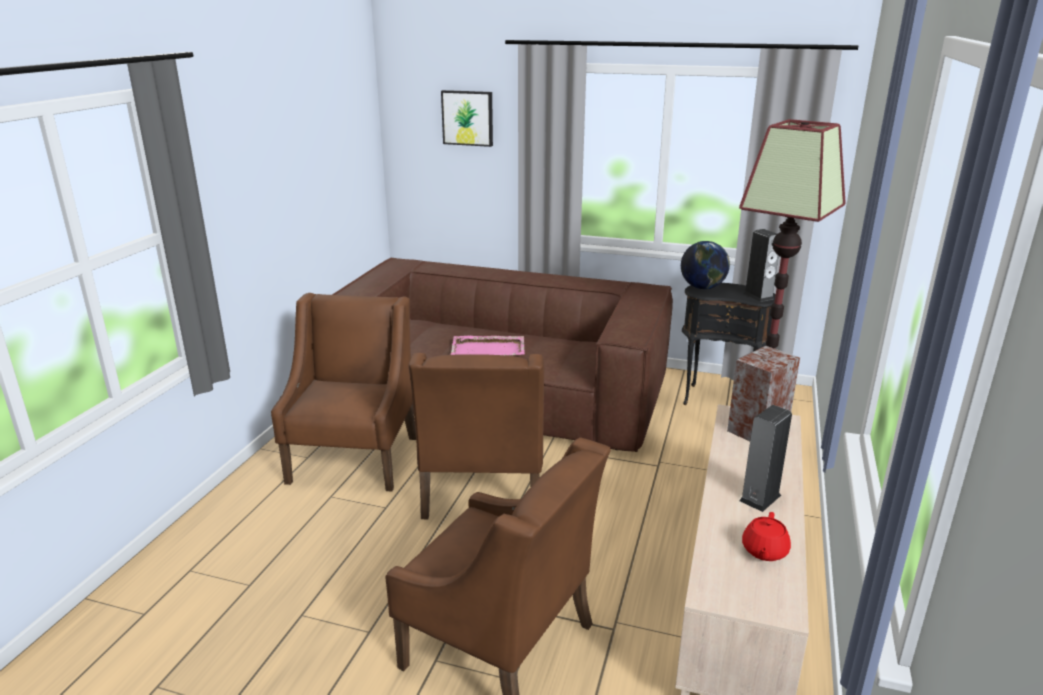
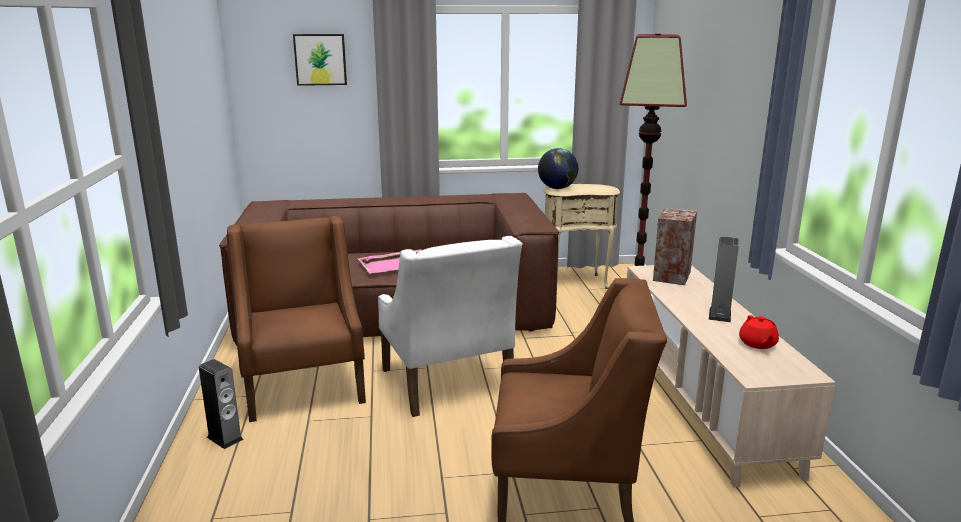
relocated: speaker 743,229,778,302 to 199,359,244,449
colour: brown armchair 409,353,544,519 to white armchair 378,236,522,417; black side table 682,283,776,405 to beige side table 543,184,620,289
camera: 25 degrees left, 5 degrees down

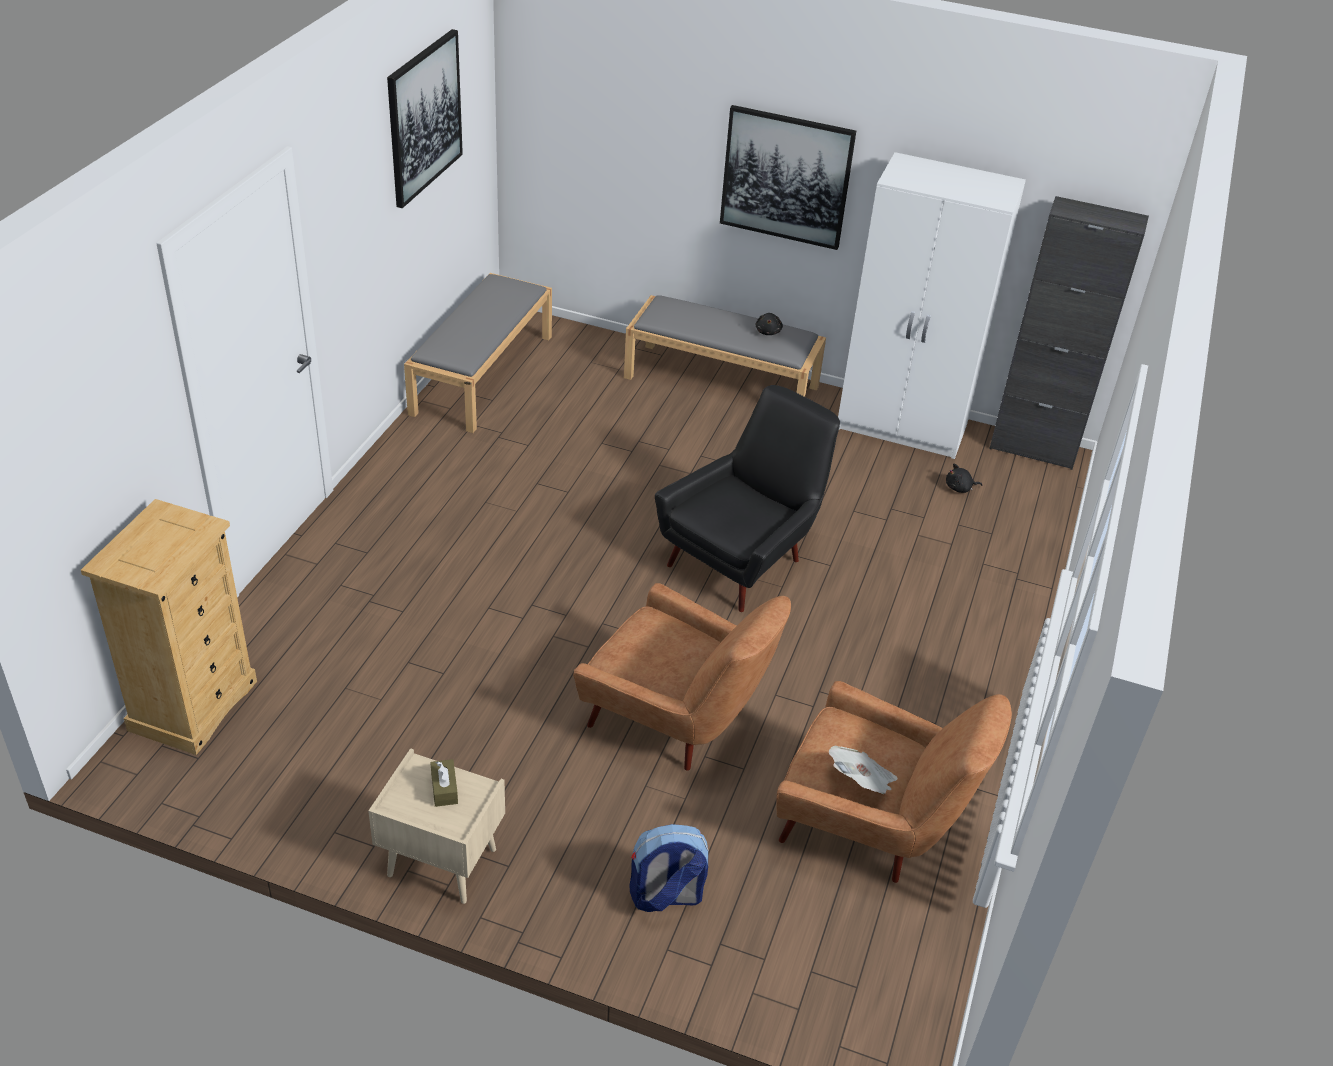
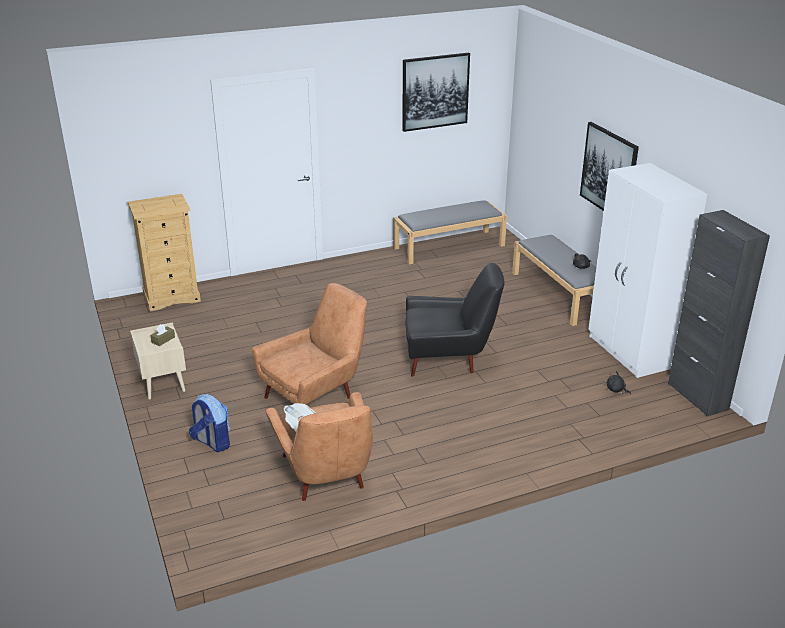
spun: brown armchair 573,583,791,771 = 252,283,367,405 120 degrees counterclockwise
camera: 50 degrees right, 10 degrees down

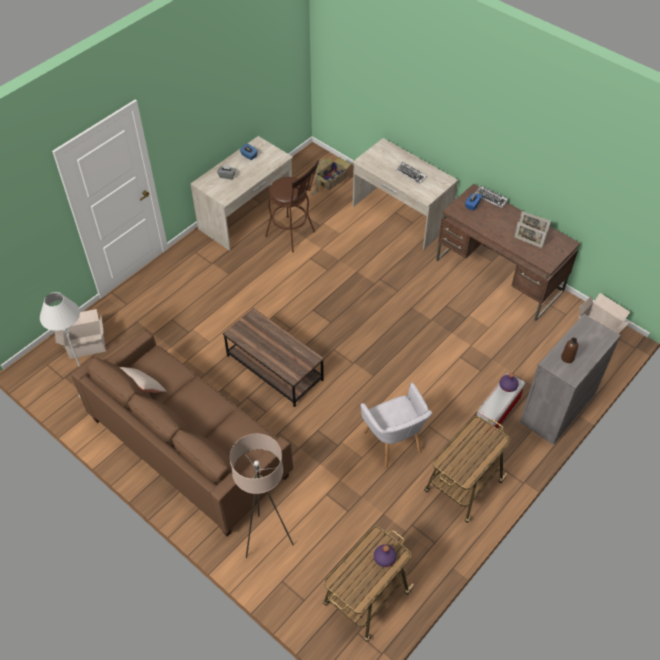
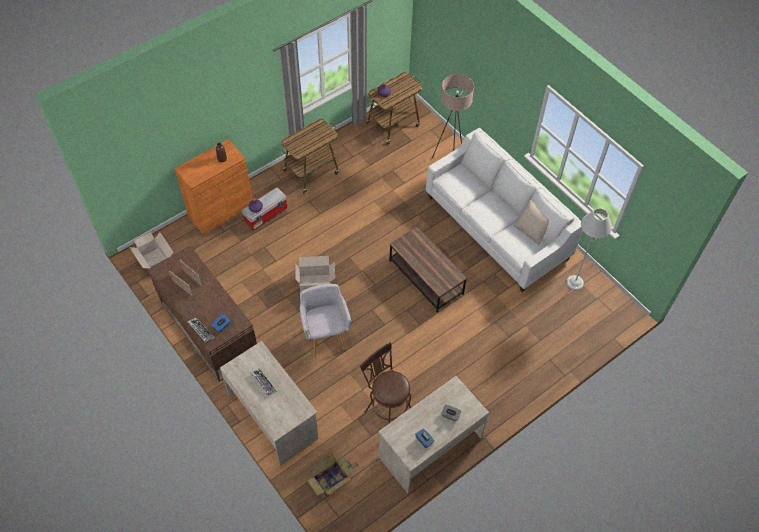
relocated: cardboard box 55,309,106,359 to 295,256,335,293; grey armchair 360,383,432,468 to 300,284,351,357
colour: brown sofa 71,330,293,537 to white sofa 426,128,583,292; grey cabinet 520,314,621,445 to orange cabinet 174,139,252,235
camera: 170 degrees left, 5 degrees up

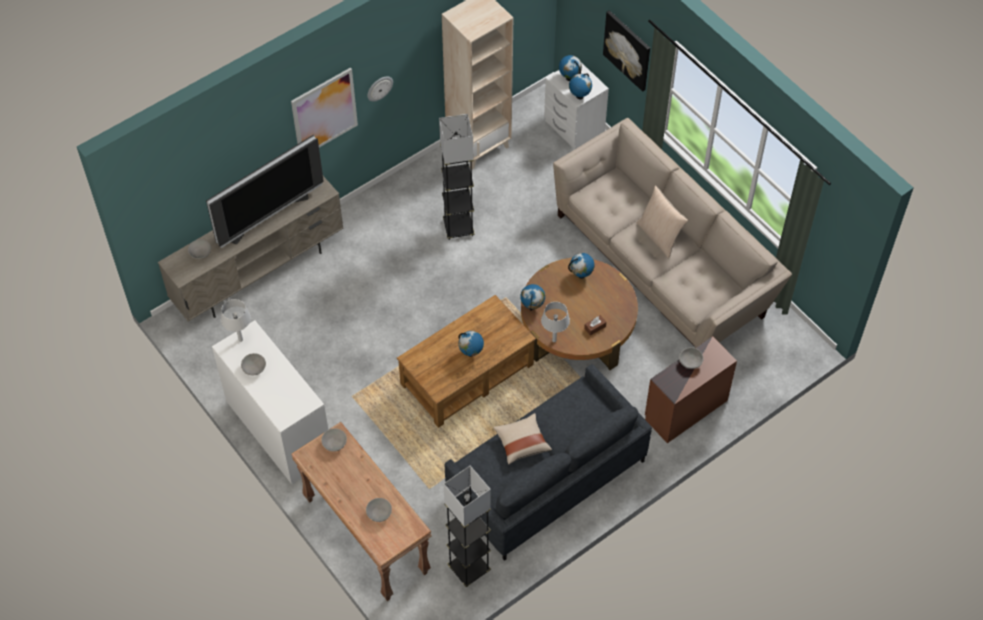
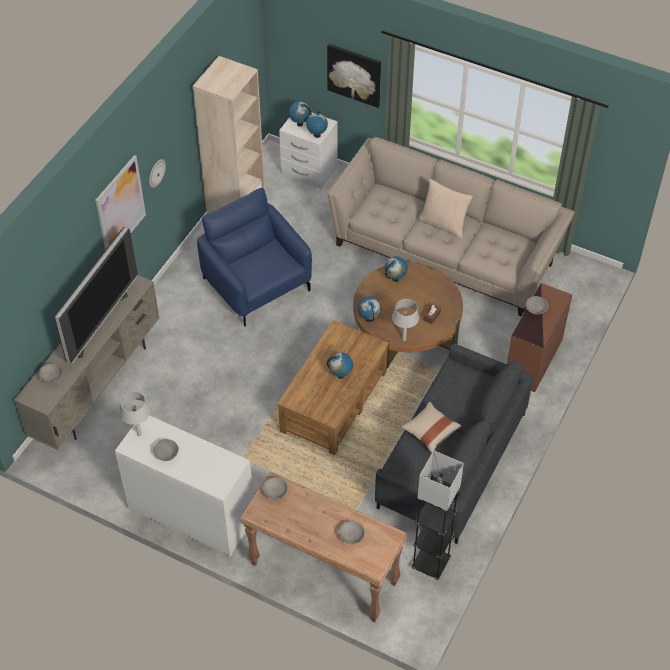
exchanged: grey floor lamp 439,114,475,240 to blue armchair 197,188,312,326
camera: 25 degrees left, 5 degrees down

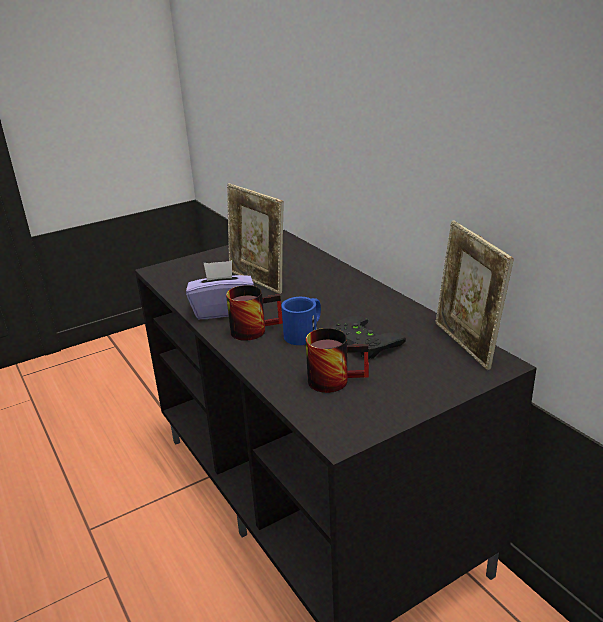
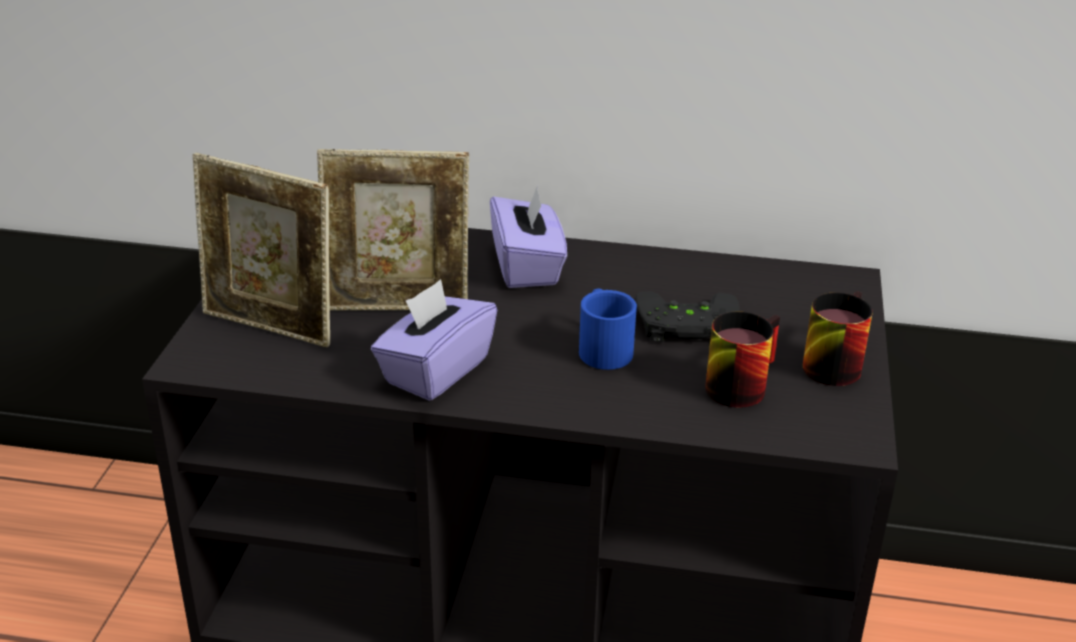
appeared: purple tissue box 490,185,567,288
relocated: mug 226,285,283,341 to 803,291,873,386; picture frame 435,221,514,370 to 193,153,330,348
camera: 50 degrees left, 5 degrees up

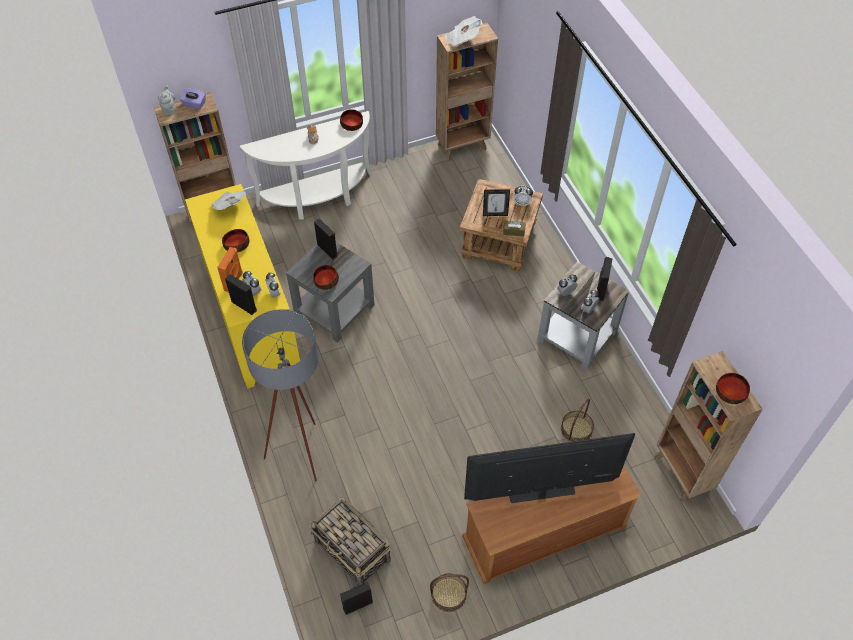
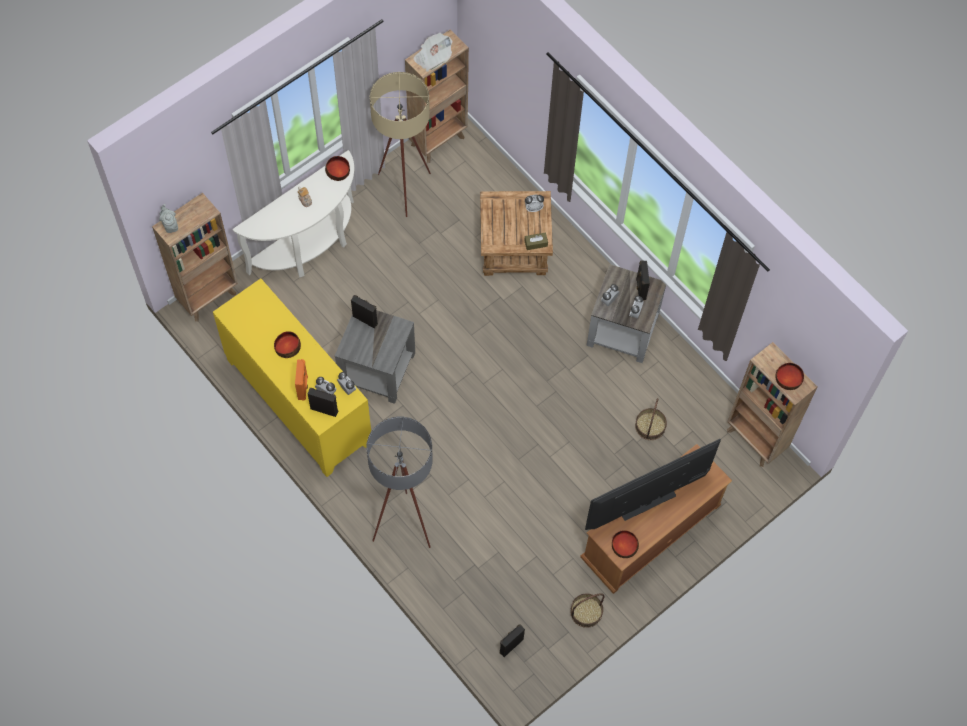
missing: purple tissue box 180,89,206,109; newspaper 211,191,246,210; basket 309,498,391,586; picture frame 483,189,510,216
appeared: beige floor lamp 370,72,431,217
relocated: bowl 313,265,339,290 to 612,530,639,558
camera: 20 degrees left, 10 degrees up

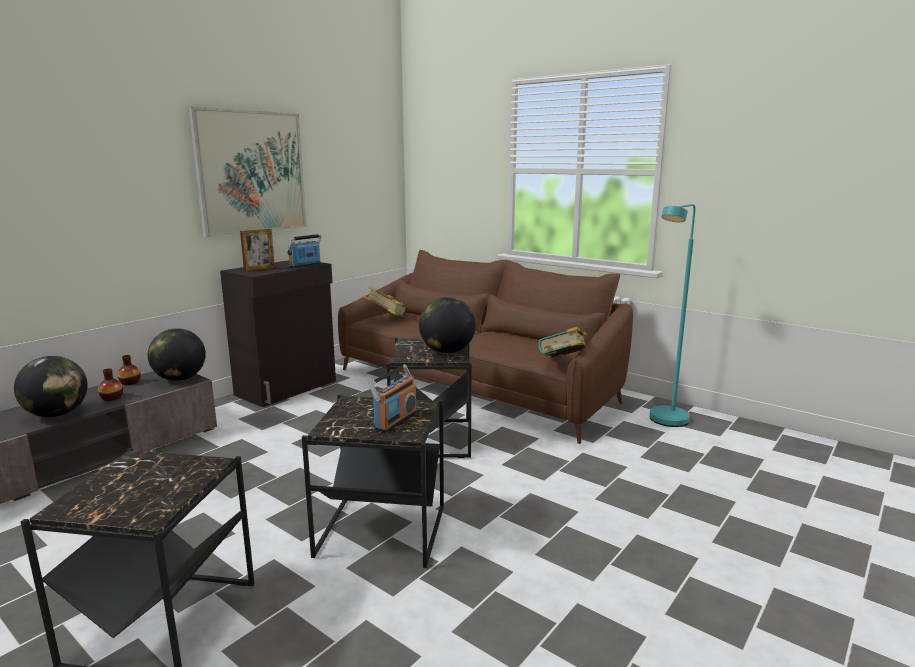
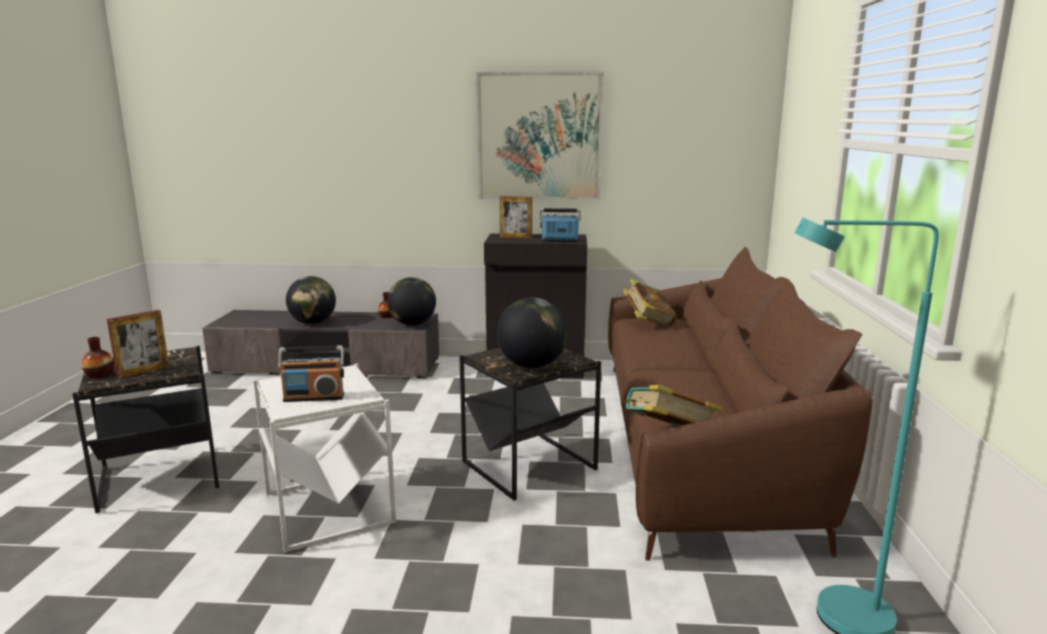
appeared: picture frame 107,310,169,379
relocated: vase 98,368,123,401 to 82,337,114,378
colour: black side table 302,394,444,568 to white side table 253,363,396,552
camera: 55 degrees right, 0 degrees up

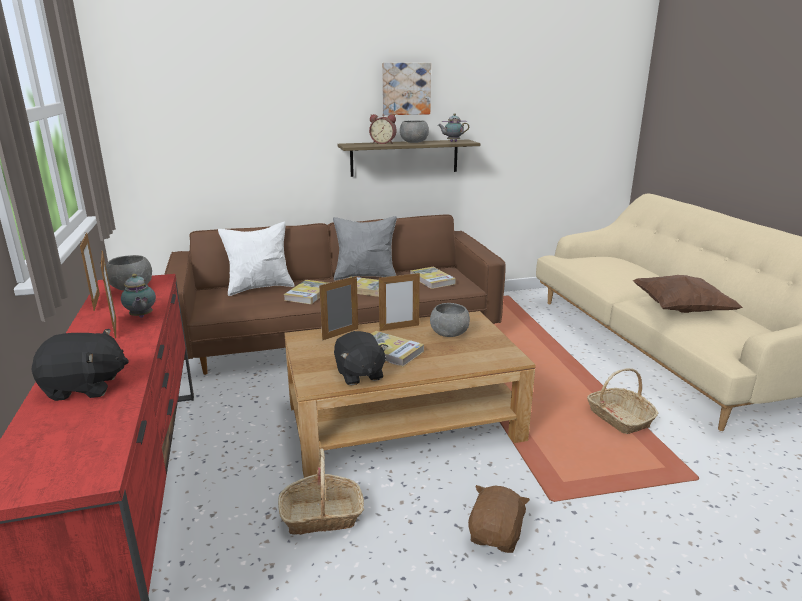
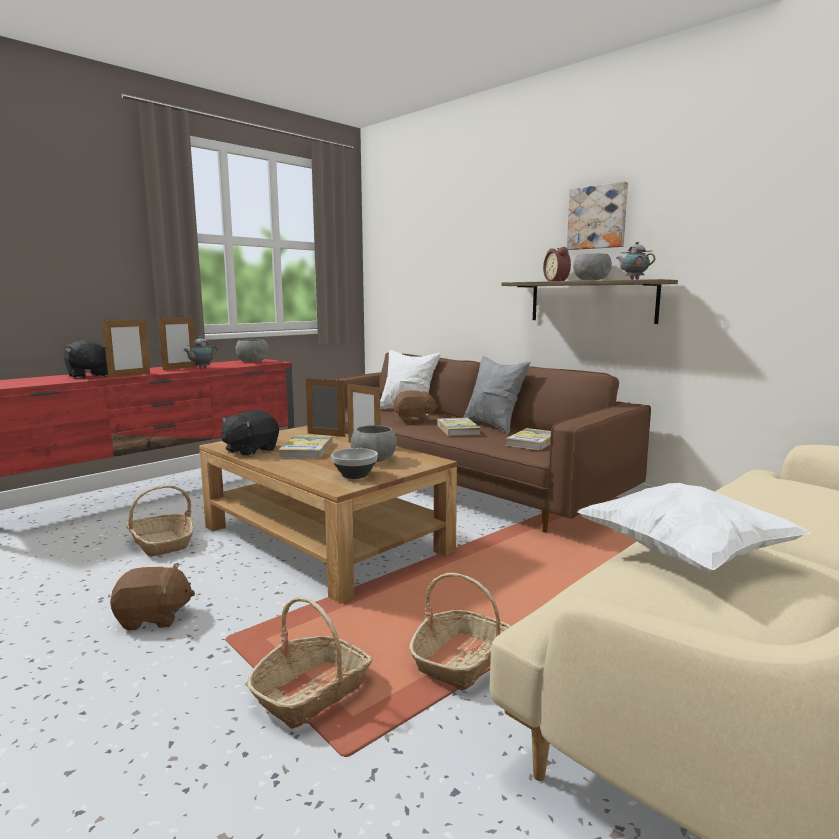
appeared: basket 247,597,372,729; bowl 331,448,378,479
relocated: picture frame 80,233,100,311 to 102,317,150,378
exchanged: book 283,280,329,304 to brown plush toy 393,390,438,423
colour: brown pillow 633,275,743,313 to white pillow 577,483,811,573
camera: 60 degrees right, 10 degrees down

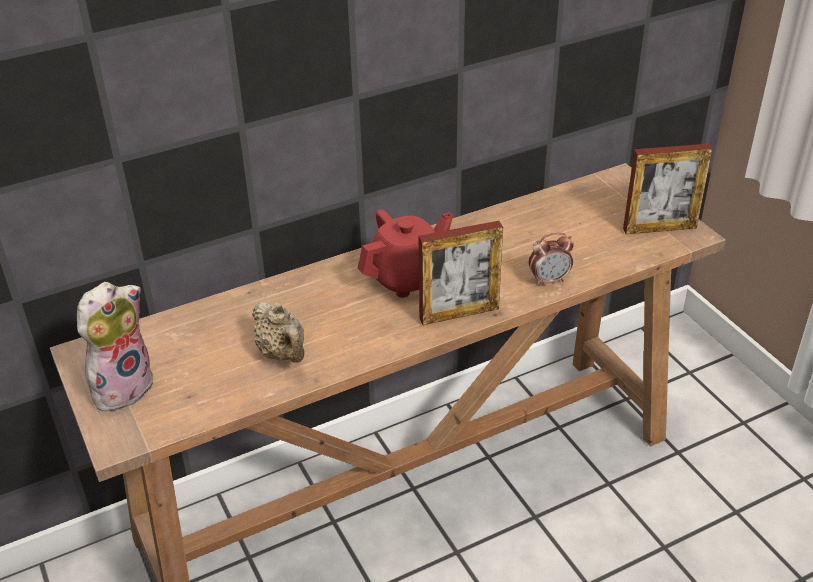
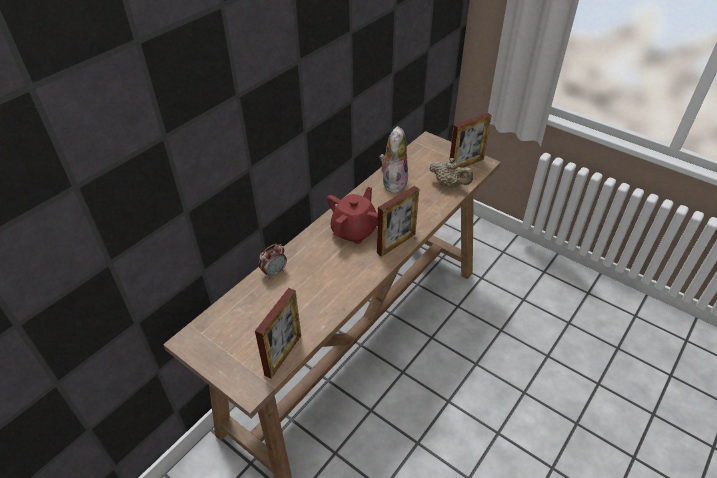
appeared: picture frame 255,288,301,378
relocated: plush toy 77,282,154,412 to 380,126,408,193; beige teapot 252,301,305,363 to 429,158,473,188; alarm clock 529,232,574,286 to 259,244,287,279
camera: 25 degrees left, 5 degrees up

